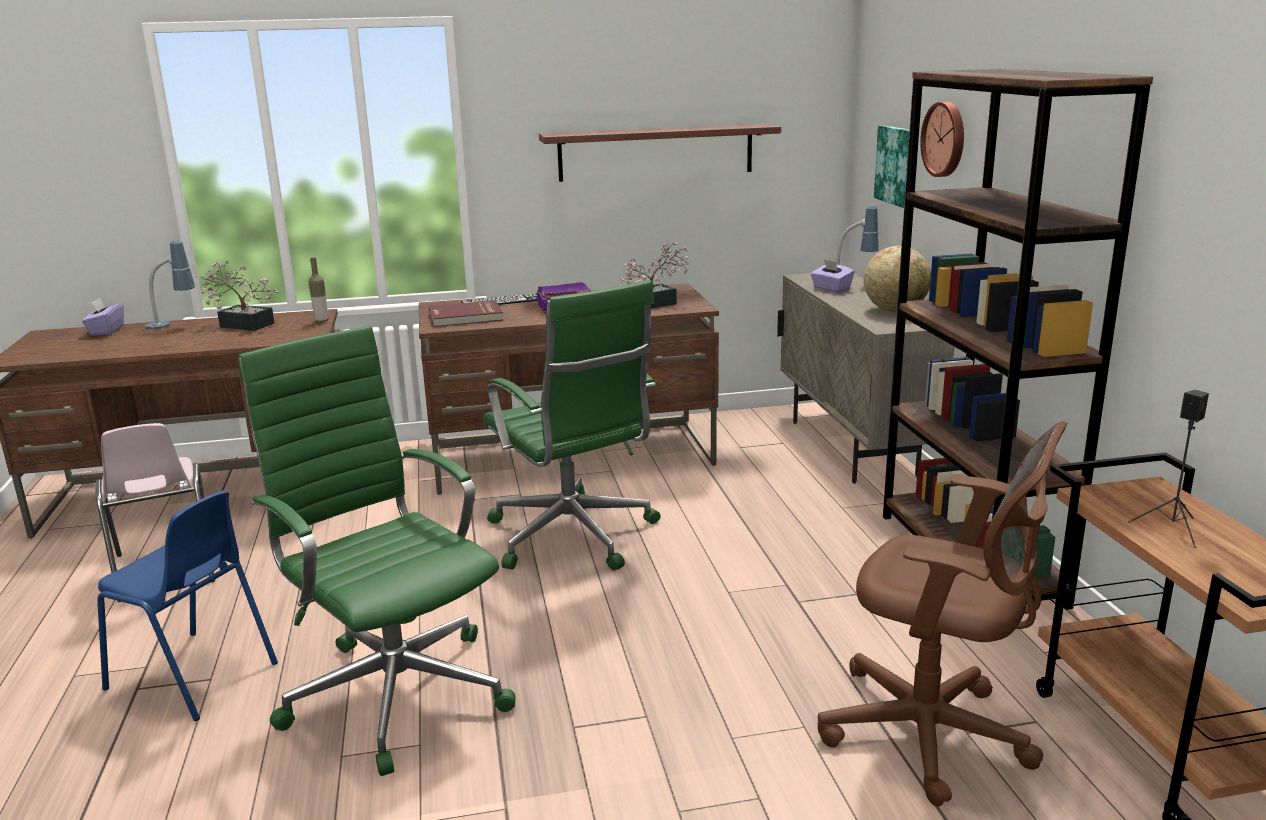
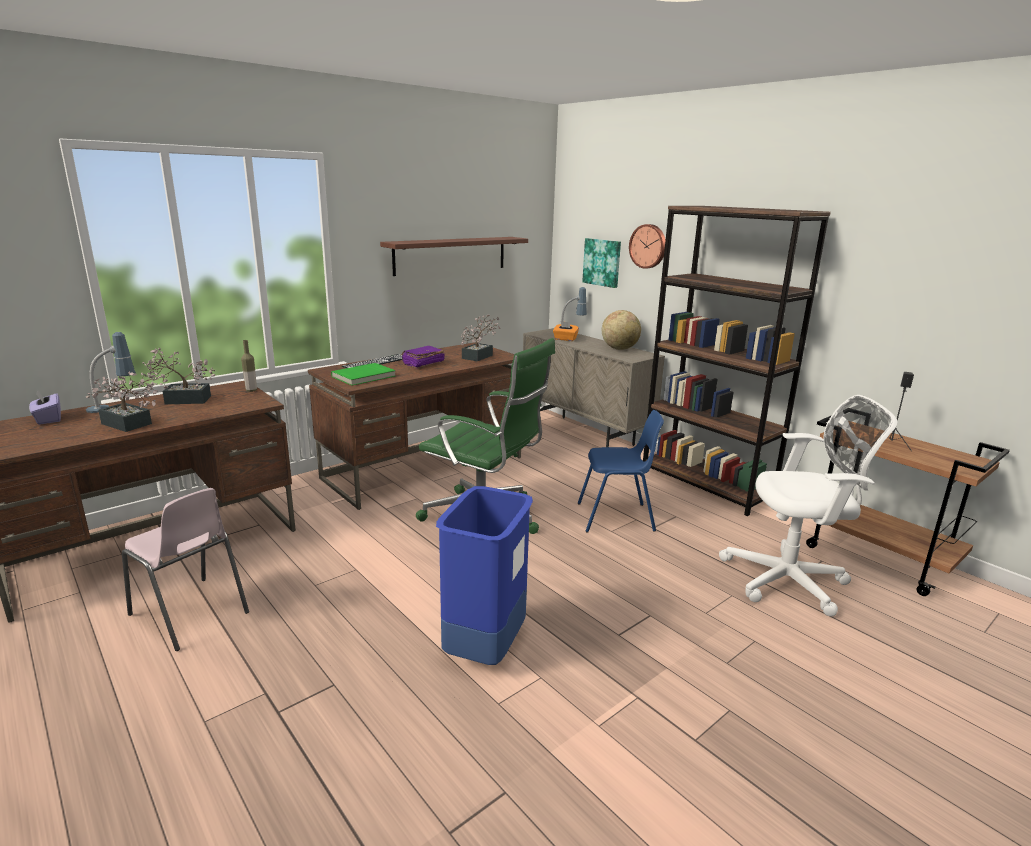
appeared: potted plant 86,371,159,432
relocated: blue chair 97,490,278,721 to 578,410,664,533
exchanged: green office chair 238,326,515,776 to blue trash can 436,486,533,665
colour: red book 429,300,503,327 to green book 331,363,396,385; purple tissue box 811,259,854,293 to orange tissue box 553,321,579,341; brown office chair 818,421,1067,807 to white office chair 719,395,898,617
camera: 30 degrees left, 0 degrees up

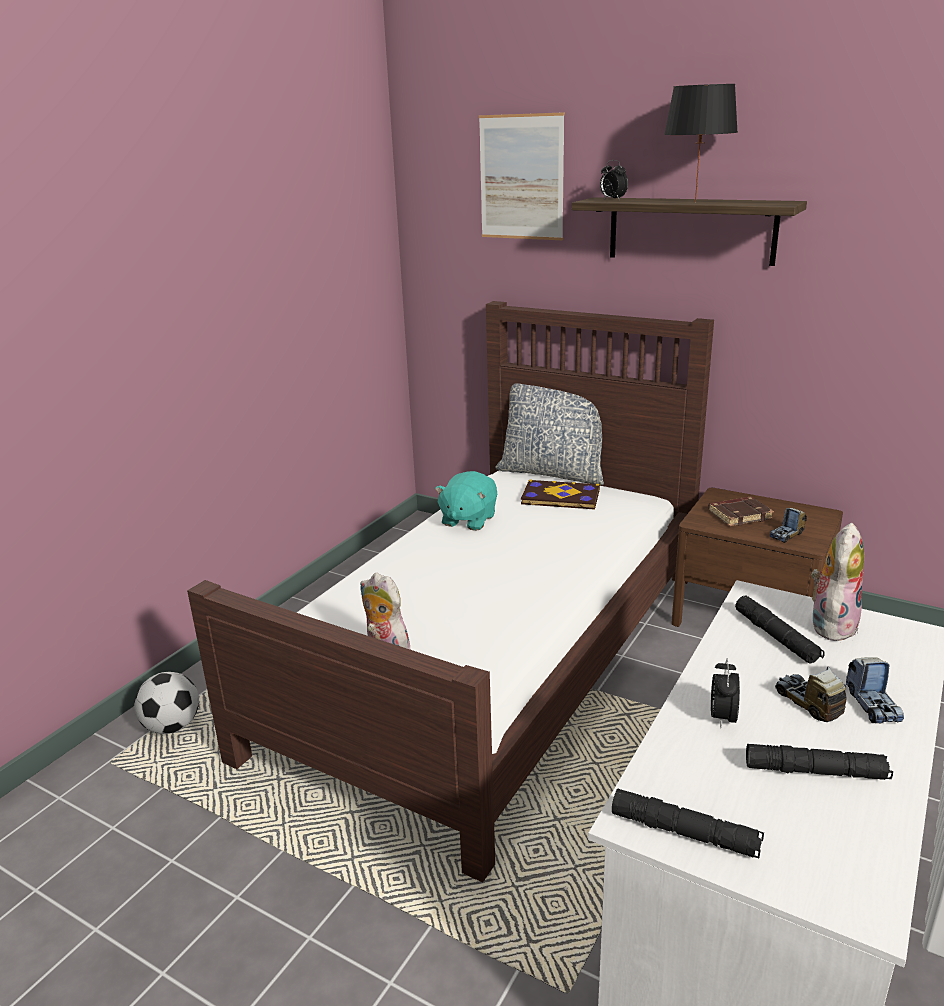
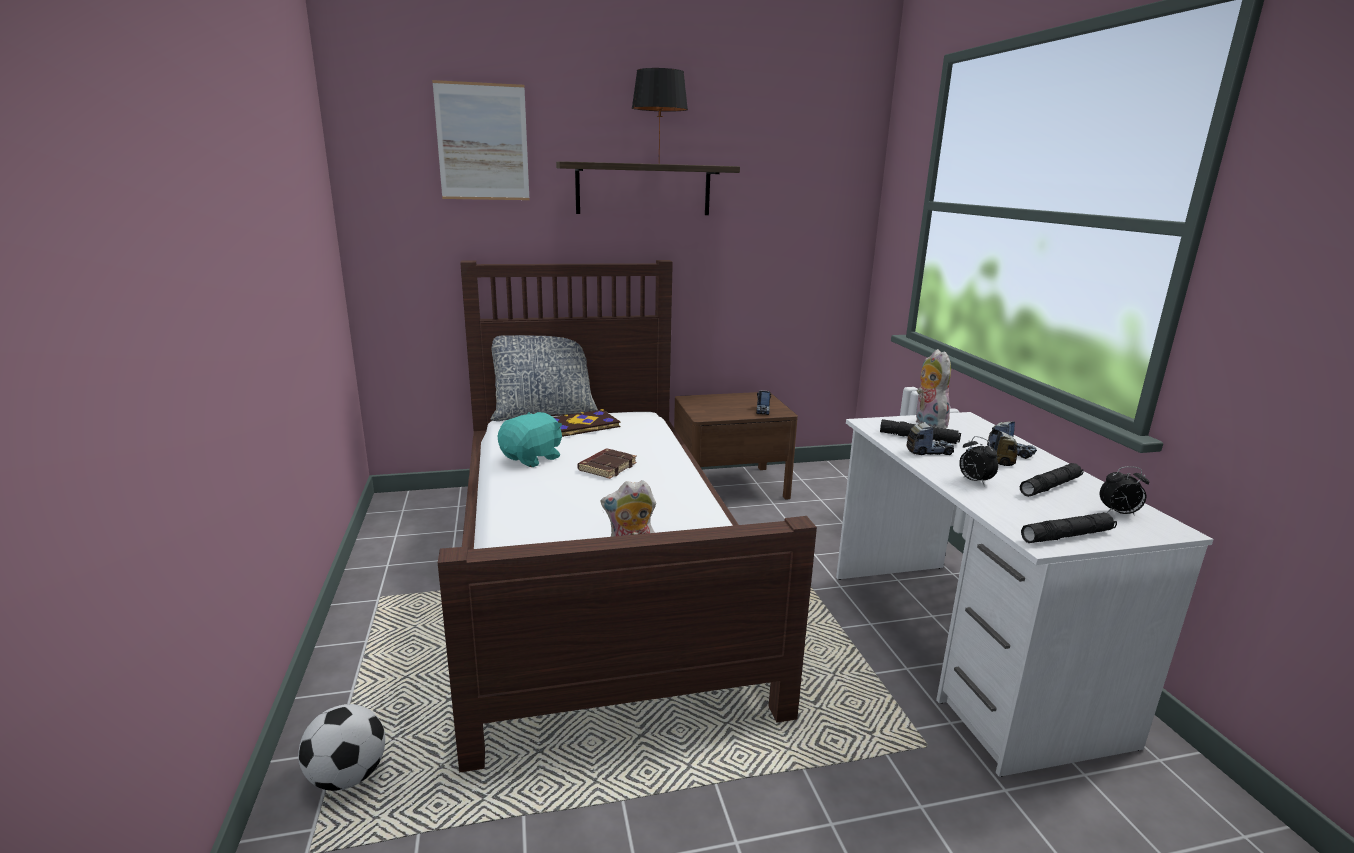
appeared: toy truck 906,422,954,455
relocated: alarm clock 600,160,628,199 to 1100,466,1150,514; brown book 708,496,774,526 to 577,449,637,479
spun: turquoise plush toy 435,471,497,531 = 498,412,562,467 120 degrees counterclockwise
camera: 45 degrees left, 5 degrees down

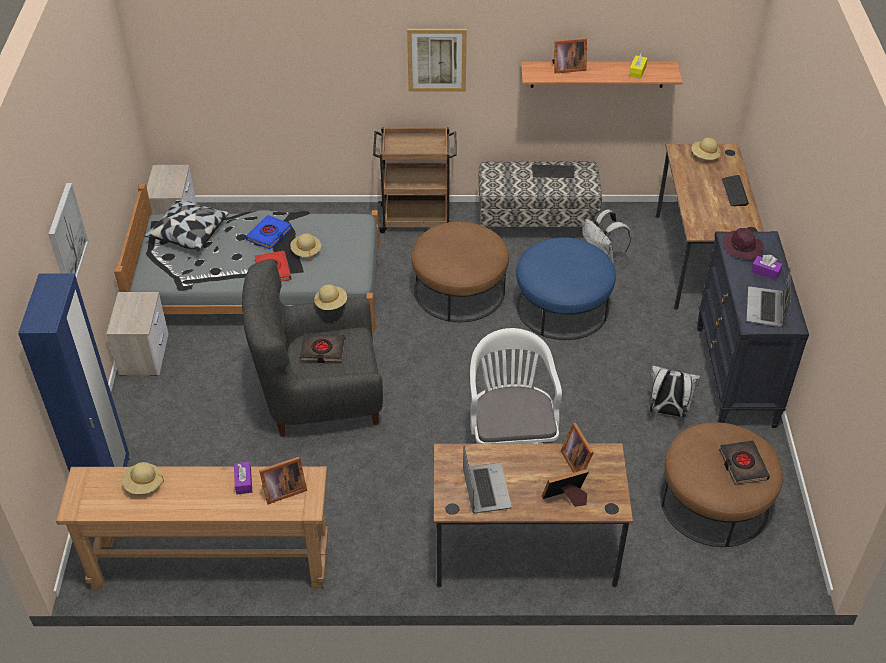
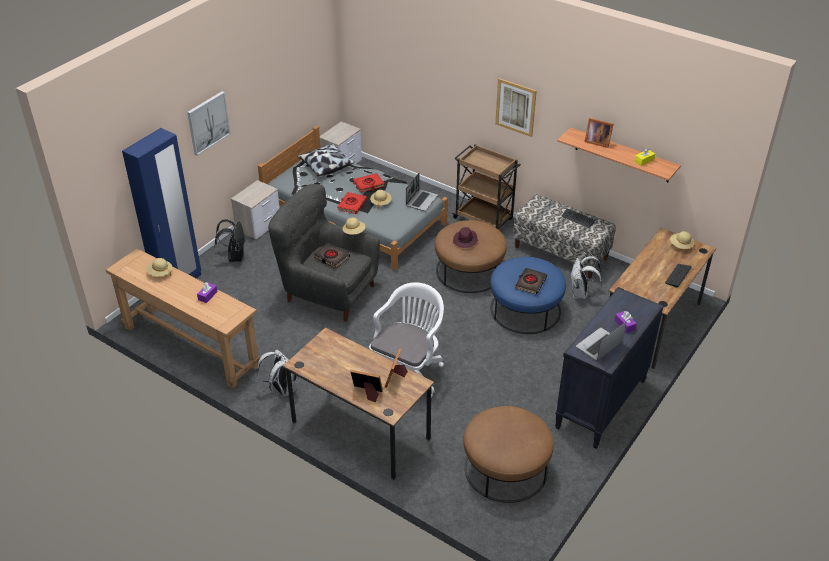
missing: picture frame 259,457,307,504
appeared: black backpack 214,219,245,262
relocated: laptop 463,446,512,514 to 406,173,438,211; white backpack 650,366,700,417 to 257,349,299,397; black book 719,440,770,485 to 515,268,547,295; purple hat 723,228,764,259 to 453,227,478,248
colour: blue book 246,215,292,249 to red book 353,173,385,193
camera: 35 degrees right, 5 degrees down

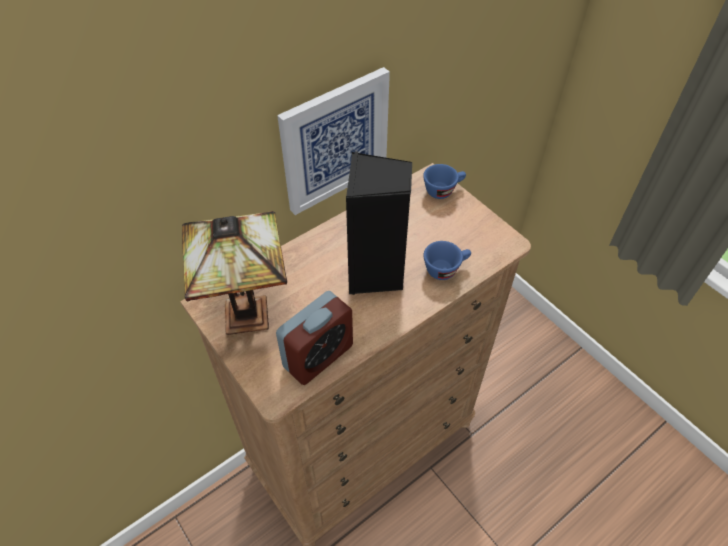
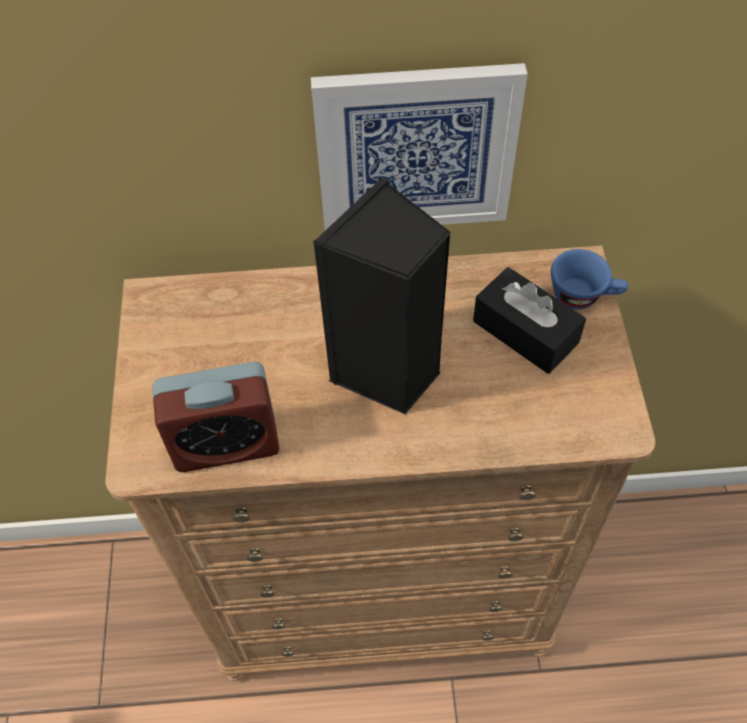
missing: table lamp 182,211,287,335; blue cup 424,241,471,280
appeared: black tissue box 473,267,586,374
camera: 35 degrees right, 5 degrees up

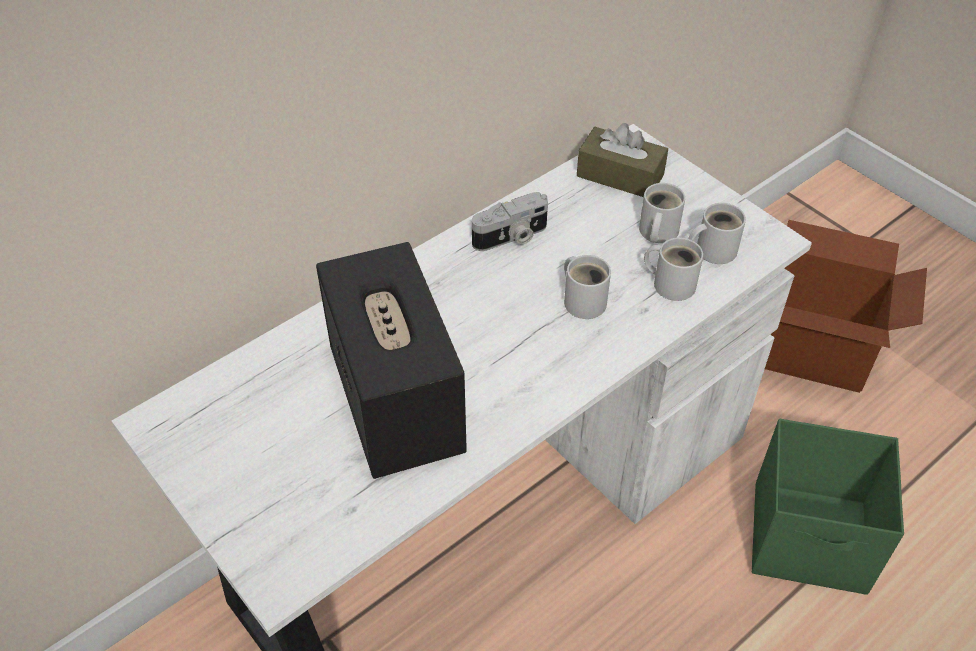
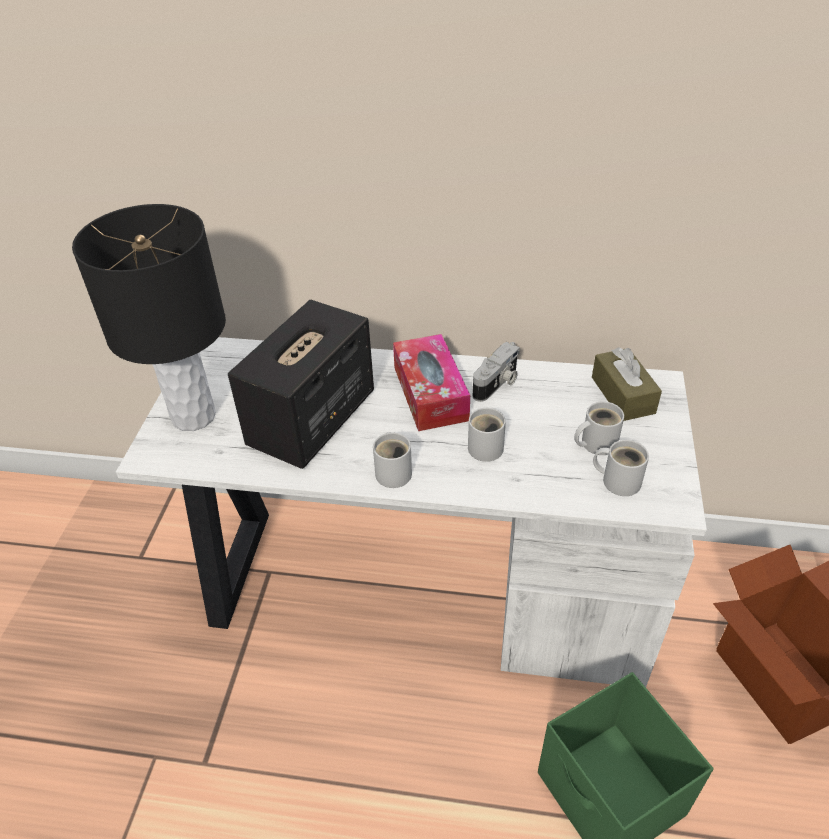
appeared: black table lamp 72,204,226,431; tissue box 393,334,470,431
relocated: white mug 644,237,703,301 to 373,432,412,488
spun: photo camera 472,192,548,251 = 473,342,520,402 75 degrees counterclockwise
camera: 50 degrees right, 5 degrees down

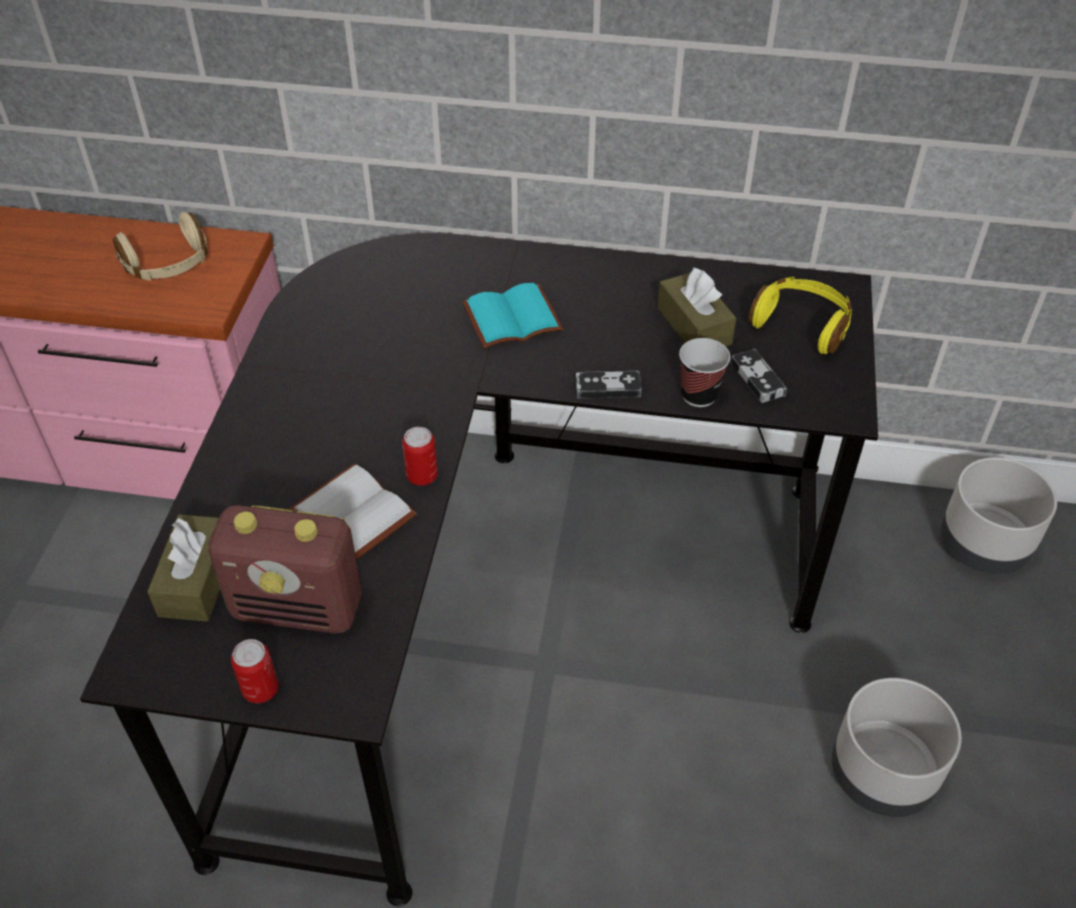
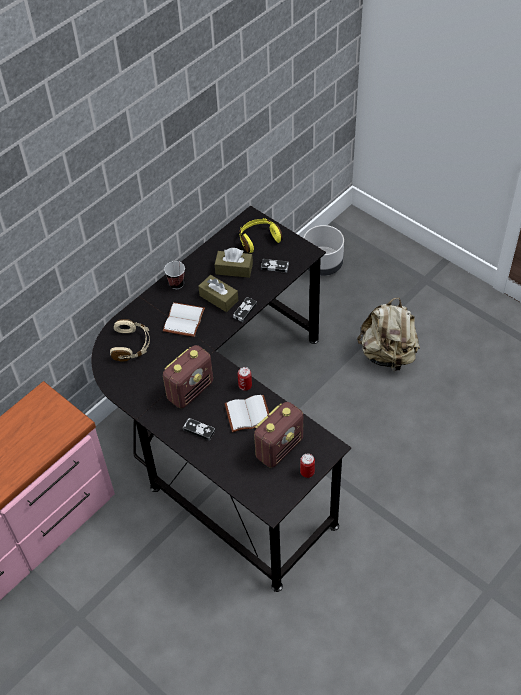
appeared: radio 163,345,213,408; game controller 183,418,215,441
relocated: beige headphones 113,212,208,281 to 110,319,150,361; brown tissue box 147,514,220,622 to 198,275,238,312; cup 679,338,730,407 to 164,261,185,289
exchanged: grey planter 832,678,962,817 to beige backpack 357,298,420,371
colour: turquoise book 463,283,563,349 to white book 163,302,205,337
camera: 55 degrees left, 5 degrees up

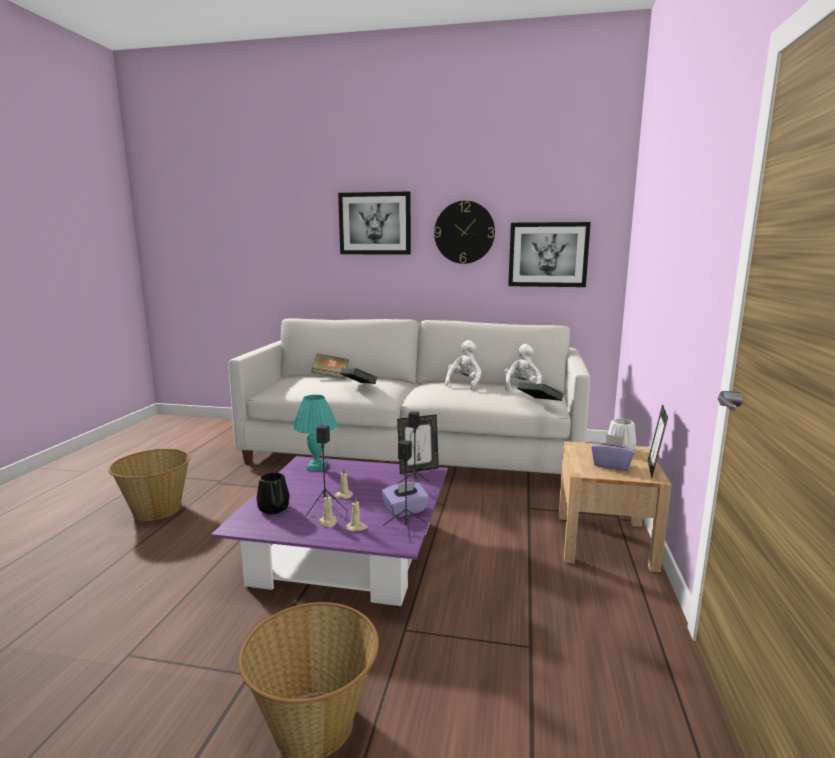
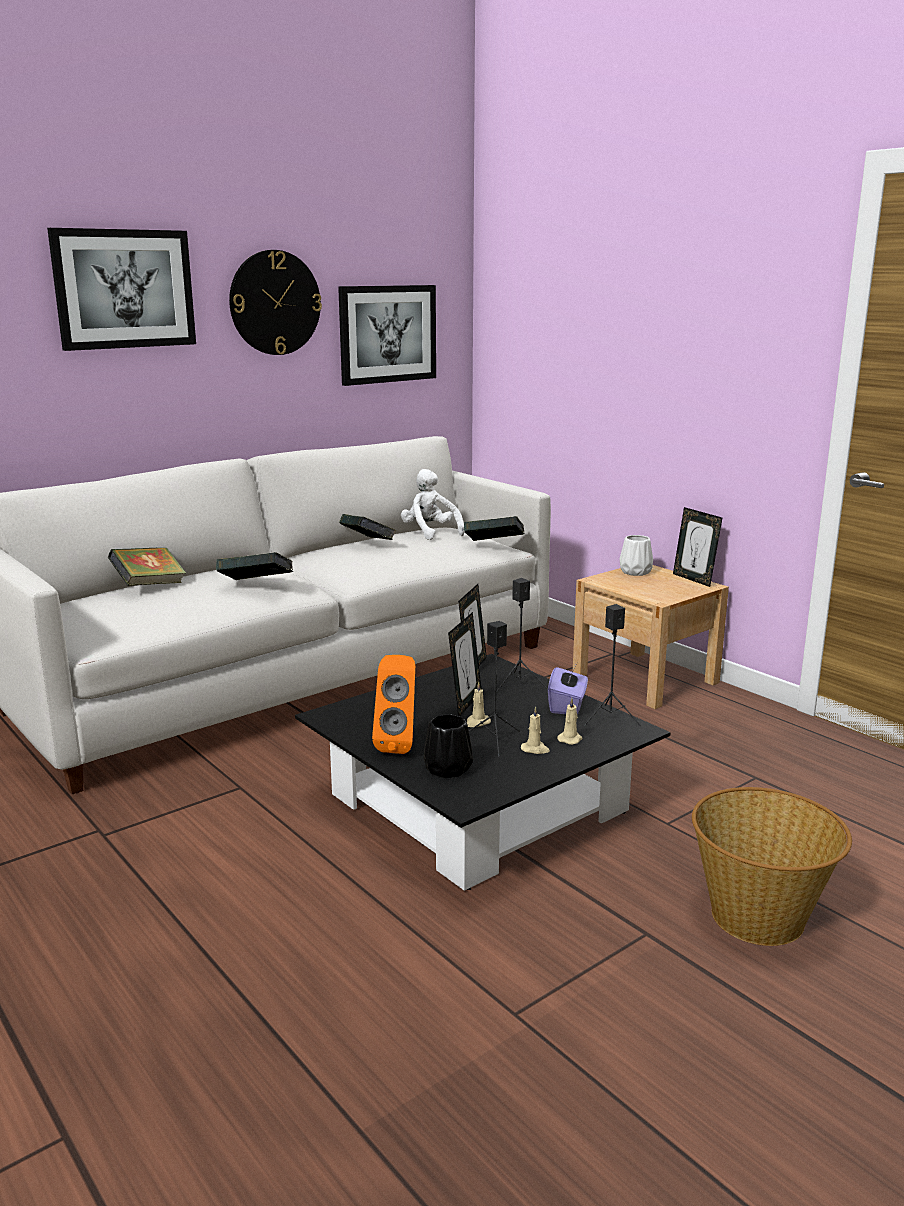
missing: basket 108,449,190,521; turquoise table lamp 292,395,338,471; purple tissue box 591,434,635,471
appeared: orange speaker 372,655,415,754; picture frame 448,612,482,716
exchanged: white plush toy 445,340,482,390 to book 339,514,396,540
colour: purple coffee table 211,456,448,607 to black coffee table 295,654,671,891
camera: 50 degrees left, 5 degrees up

